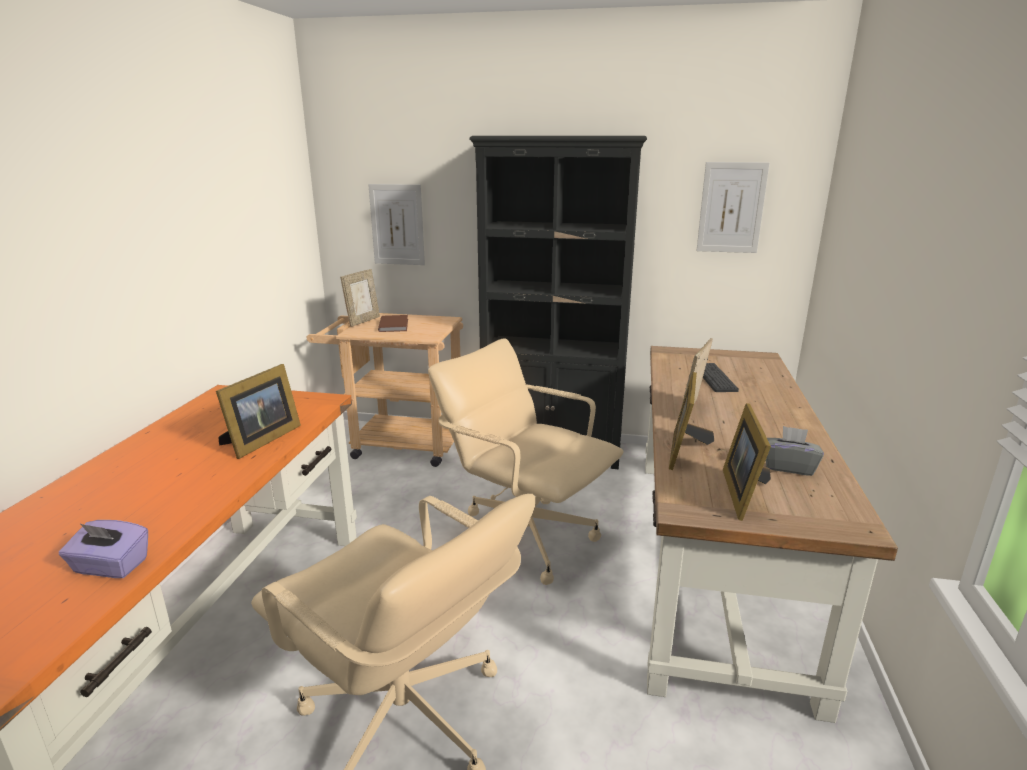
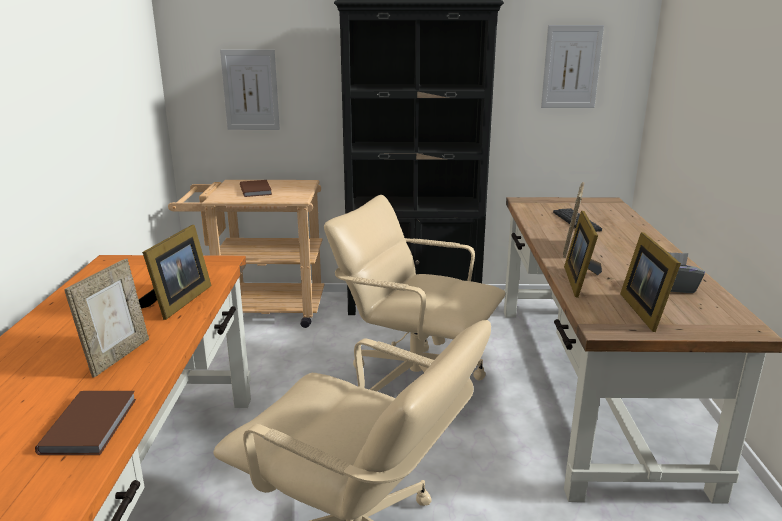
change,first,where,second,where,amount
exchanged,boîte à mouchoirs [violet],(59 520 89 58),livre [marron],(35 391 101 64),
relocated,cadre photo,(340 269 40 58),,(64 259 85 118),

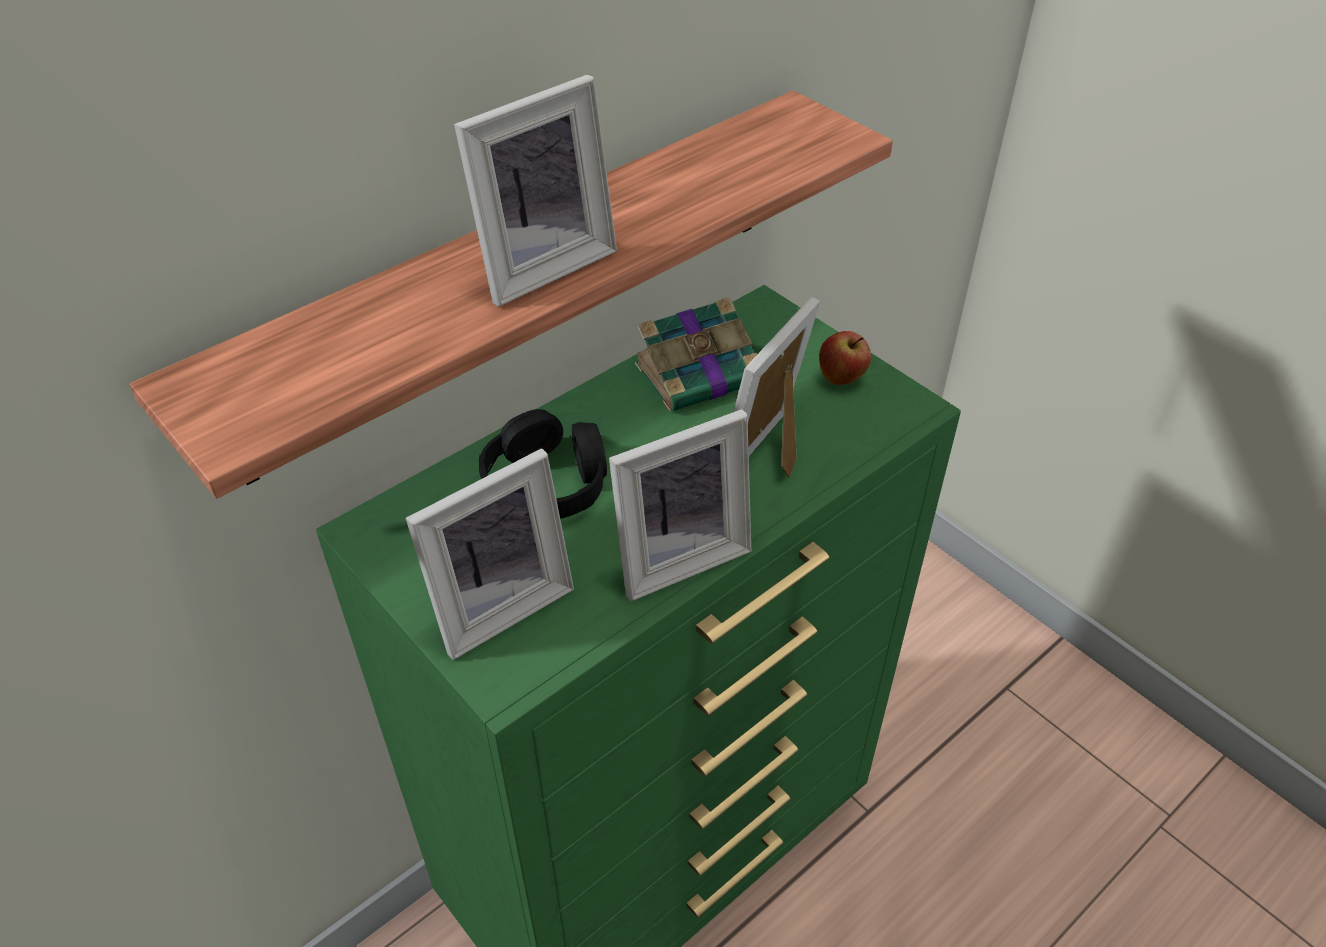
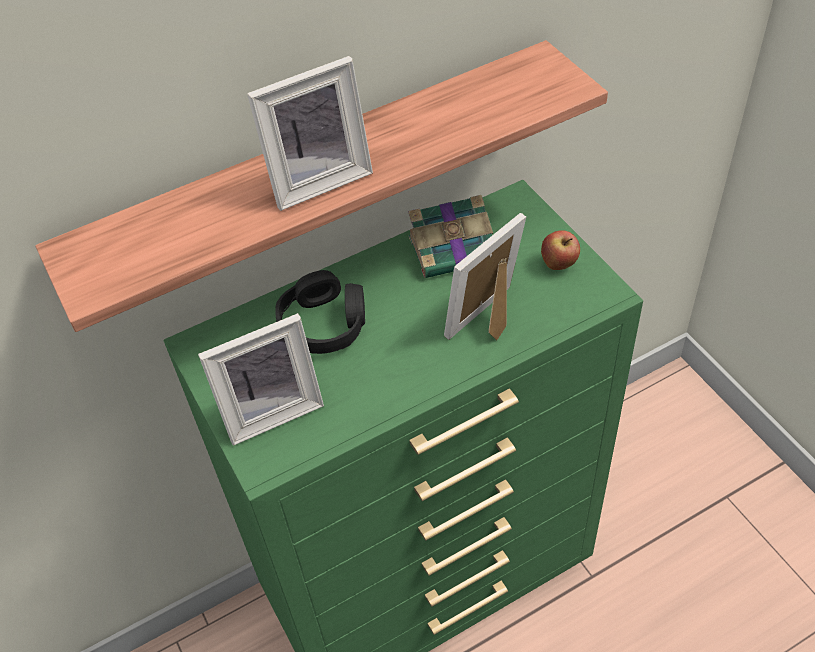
change,first,where,second,where,amount
missing,cadre photo,(609 409 142 192),,,

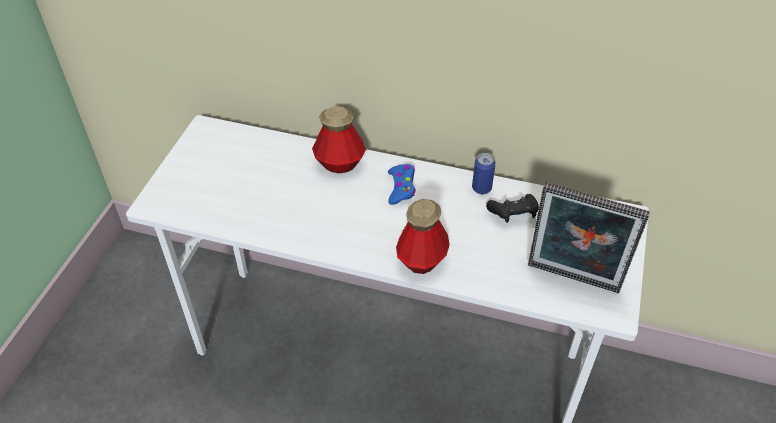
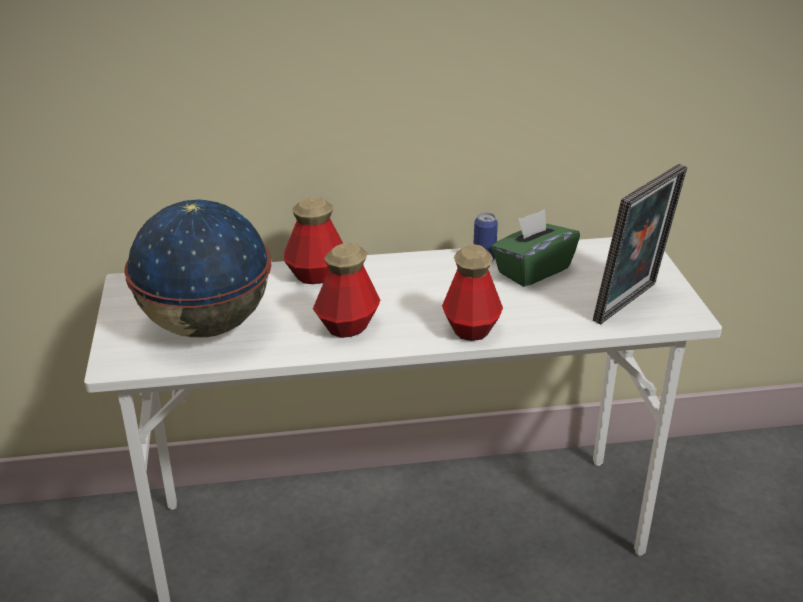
change,first,where,second,where,amount
missing,manette [bleu],(388 164 28 41),,,
exchanged,manette [noir],(486 194 53 29),boîte à mouchoirs [vert],(491 209 89 78),
spun,cadre photo,(528 182 122 111),,(593 164 94 161),45 degrees counterclockwise
appeared,,,globe,(125 200 146 138),
appeared,,,bouteille,(313 243 67 95),

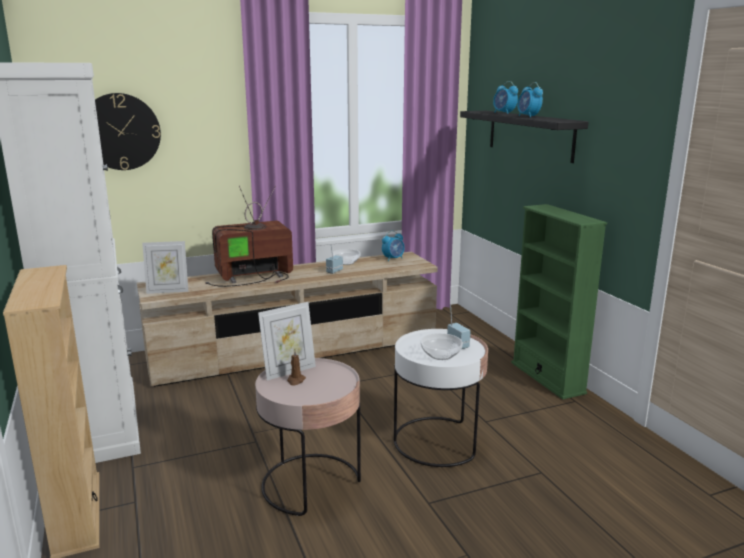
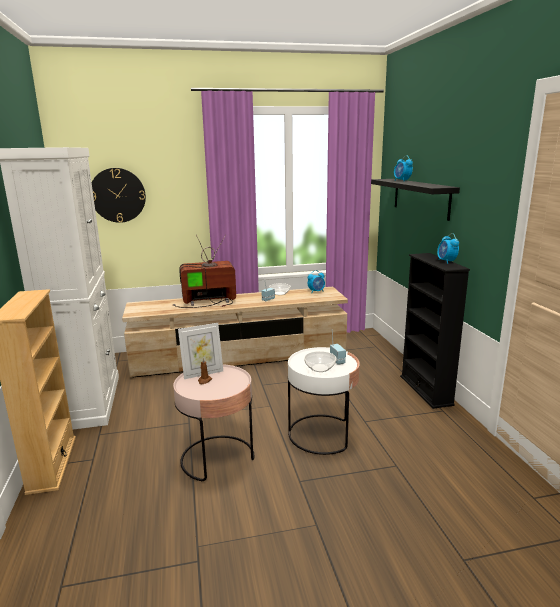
change,first,where,second,where,amount
missing,cadre photo,(142 241 46 53),,,
colour,bibliothèque [vert],(511 204 96 195),bibliothèque [noir],(400 253 70 156),
relocated,réveil,(517 82 26 36),,(437 233 22 31),

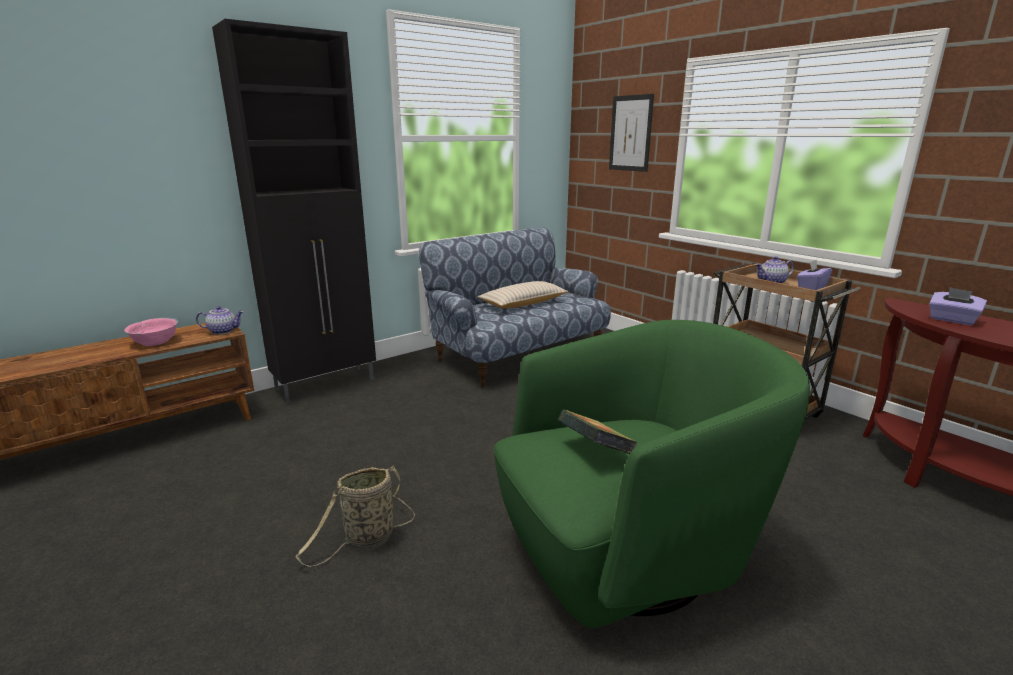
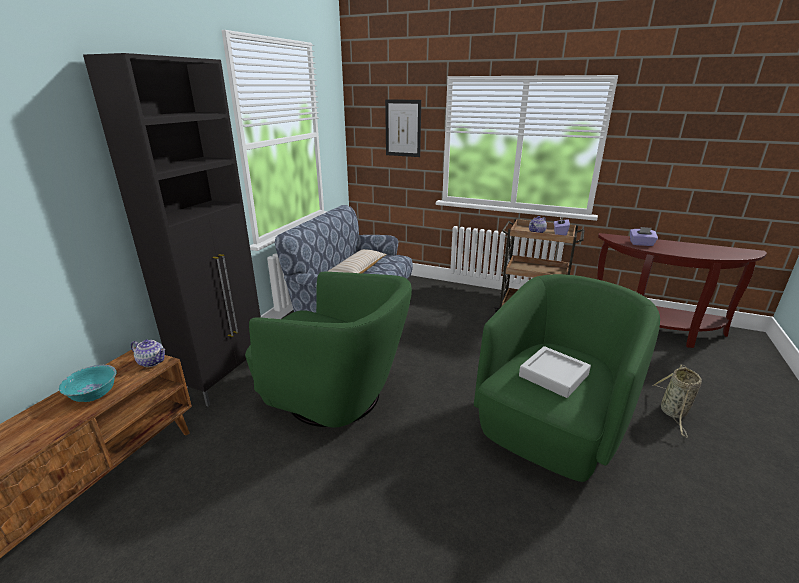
change,first,where,second,where,amount
colour,bol [rose],(124 318 54 28),bol [turquoise],(59 365 57 37),
spun,théière,(196 306 48 29),,(131 340 34 27),60 degrees clockwise
relocated,panier,(295 466 120 101),,(653 365 49 72),
exchanged,livre,(558 410 80 44),plateau [gris],(519 346 72 52),
appeared,,,fauteuil [vert],(245 272 167 155),

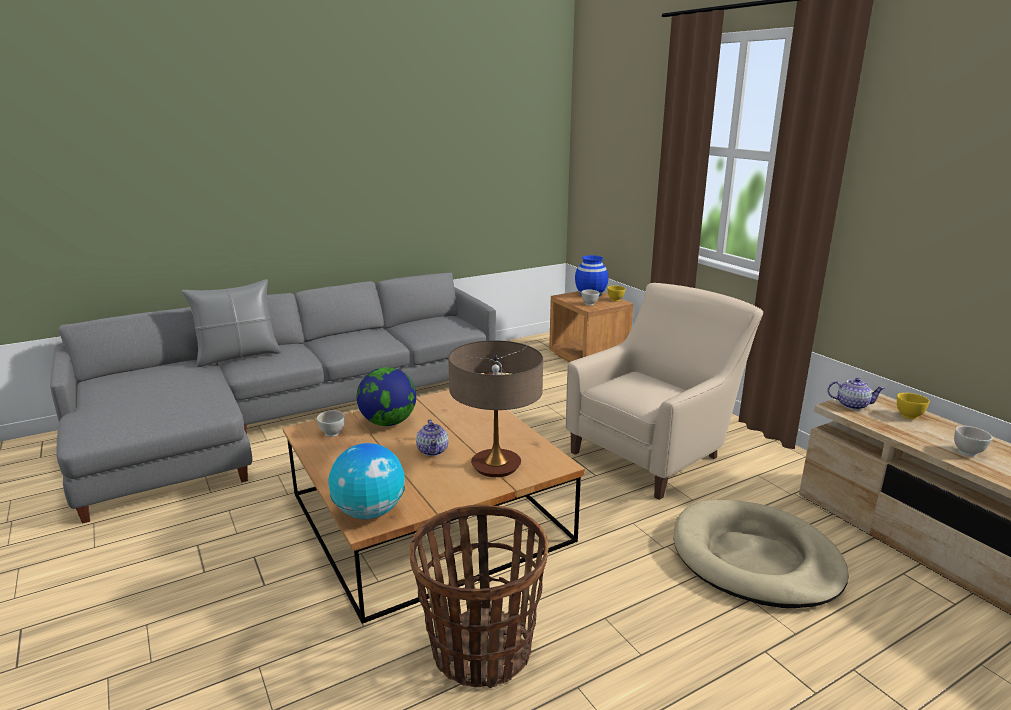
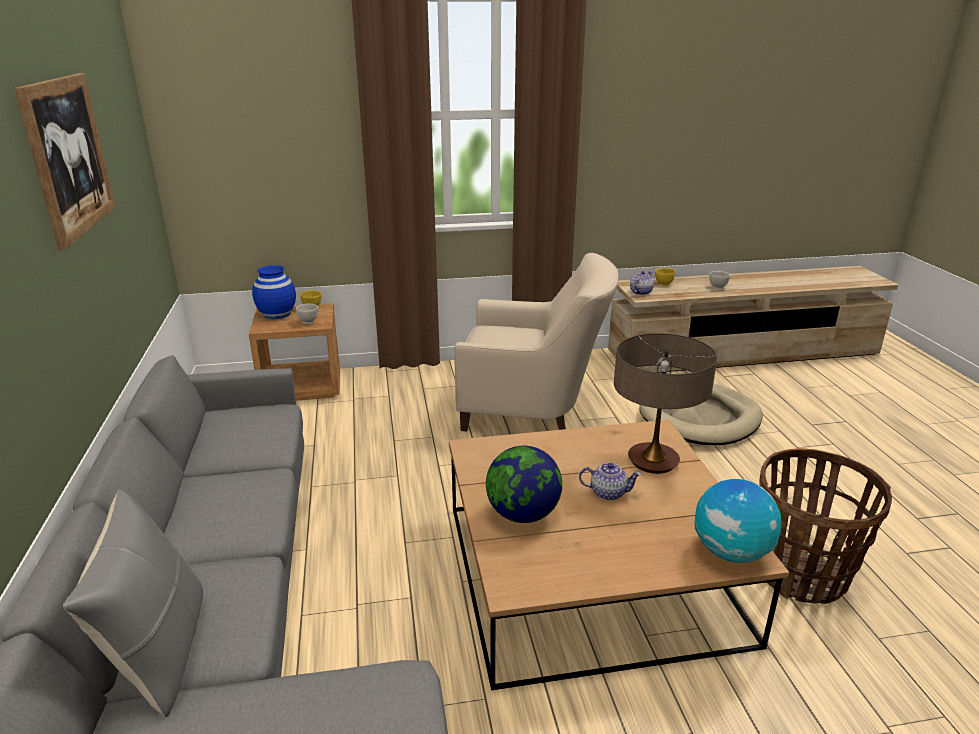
change,first,where,second,where,amount
missing,bol [blanc],(317 410 28 27),,,
spun,fauteuil [beige],(566 283 197 217),,(454 253 164 178),120 degrees clockwise
appeared,,,tableau,(14 73 102 177),

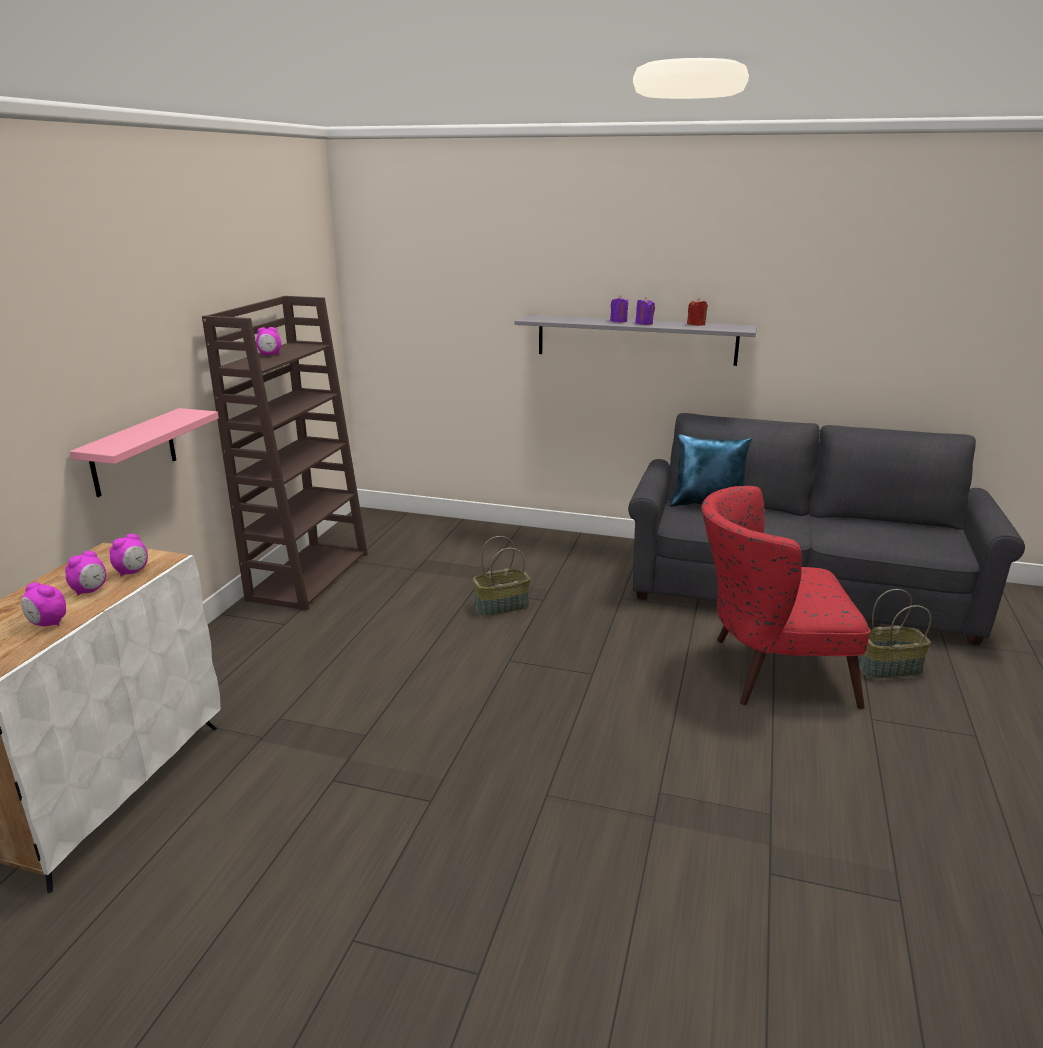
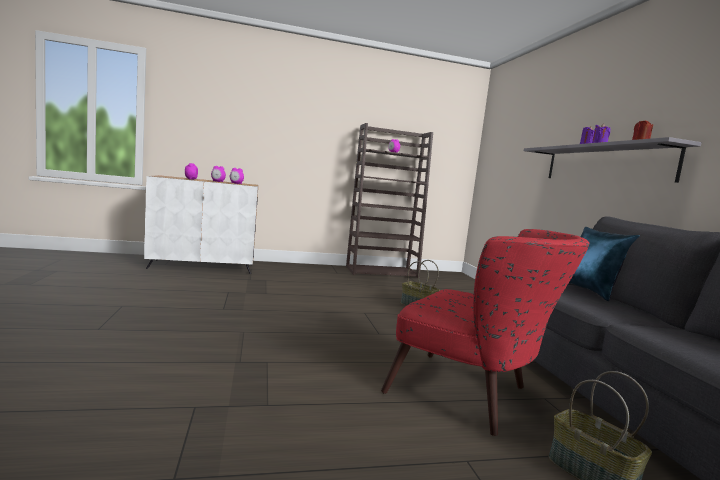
change,first,where,second,where,amount
missing,étagère [rose],(70 408 149 89),,,
spun,fauteuil [rouge],(702 486 169 223),,(381 229 209 207),150 degrees clockwise

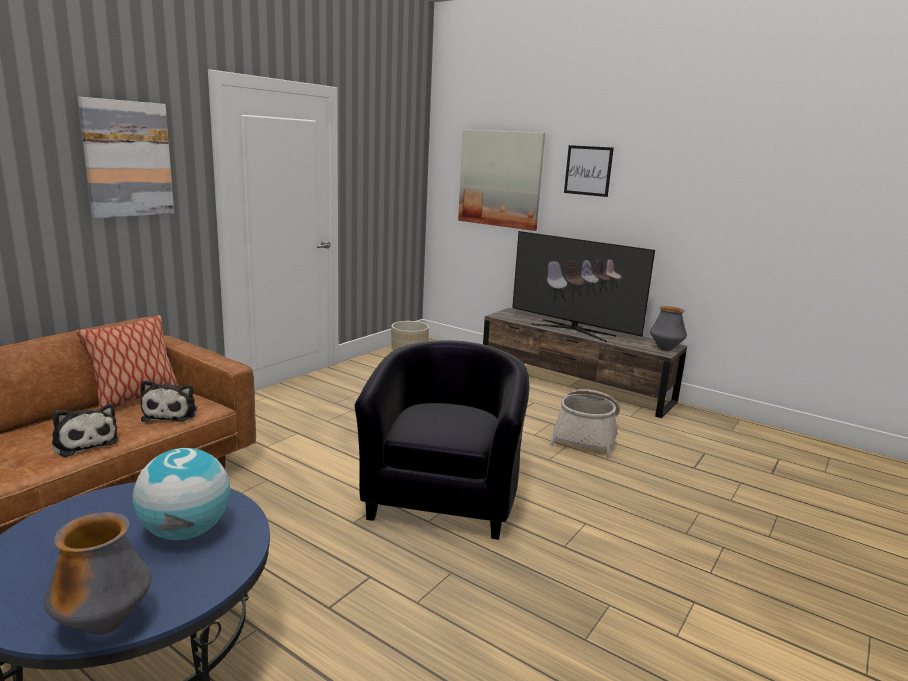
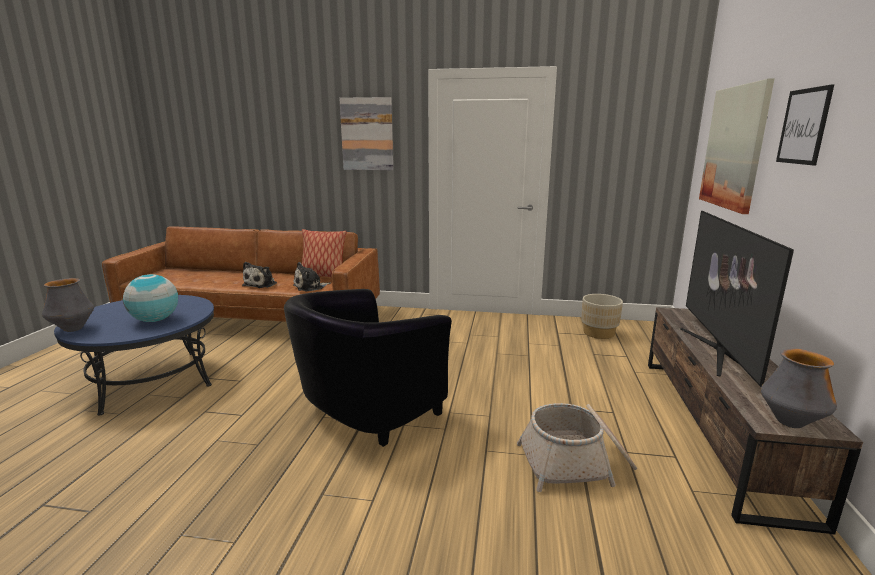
change,first,where,second,where,amount
spun,fauteuil [noir],(355 340 175 200),,(284 289 168 158),150 degrees clockwise

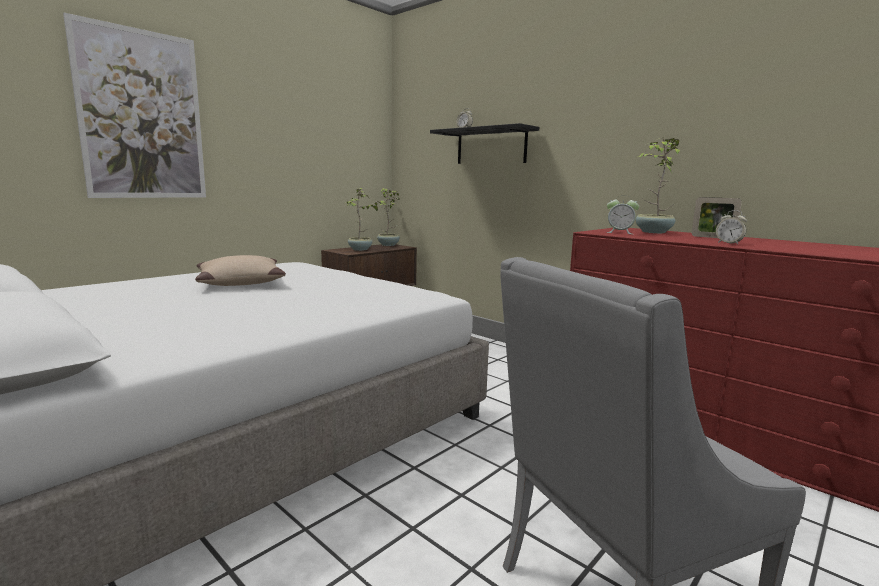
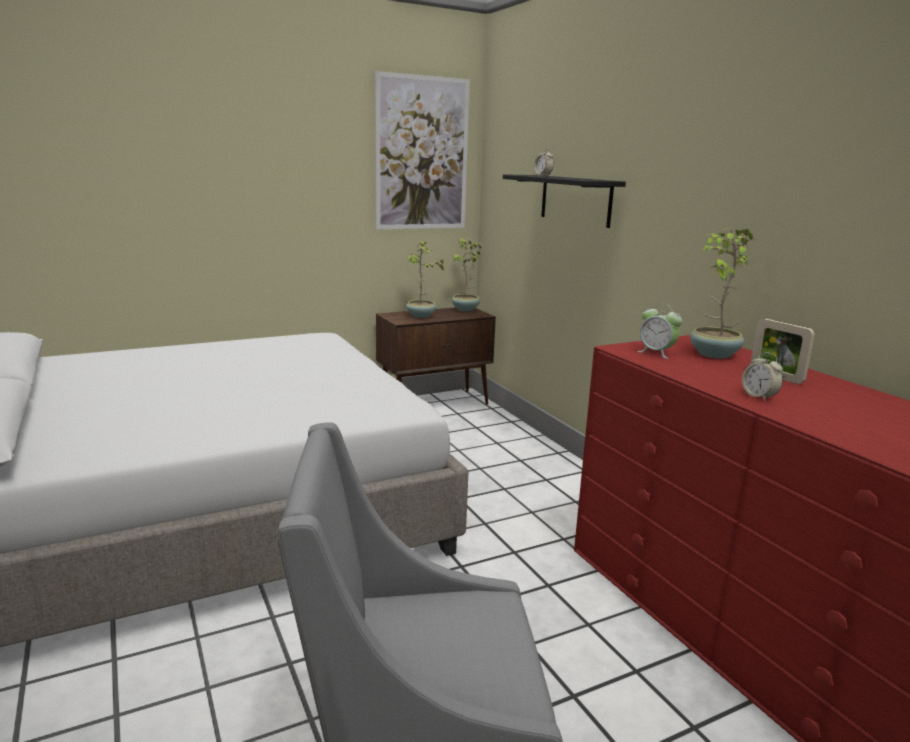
change,first,where,second,where,amount
relocated,tableau,(63 13 143 185),,(375 71 95 158),
missing,coussin [beige],(195 255 91 31),,,

